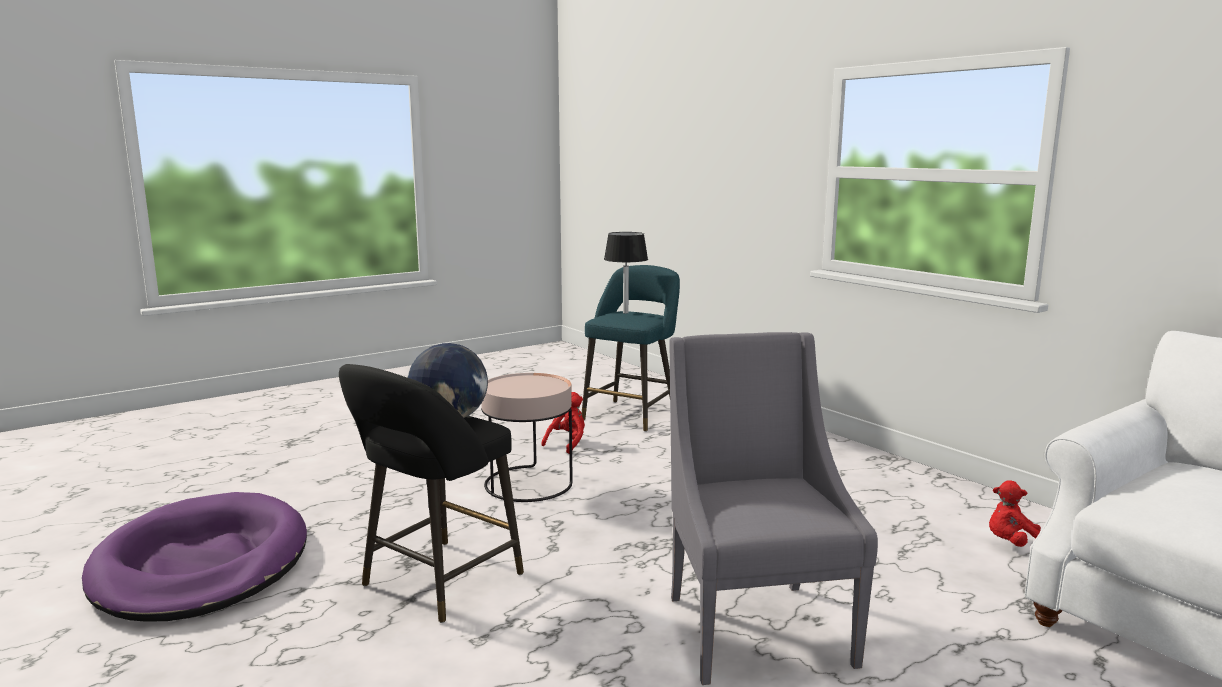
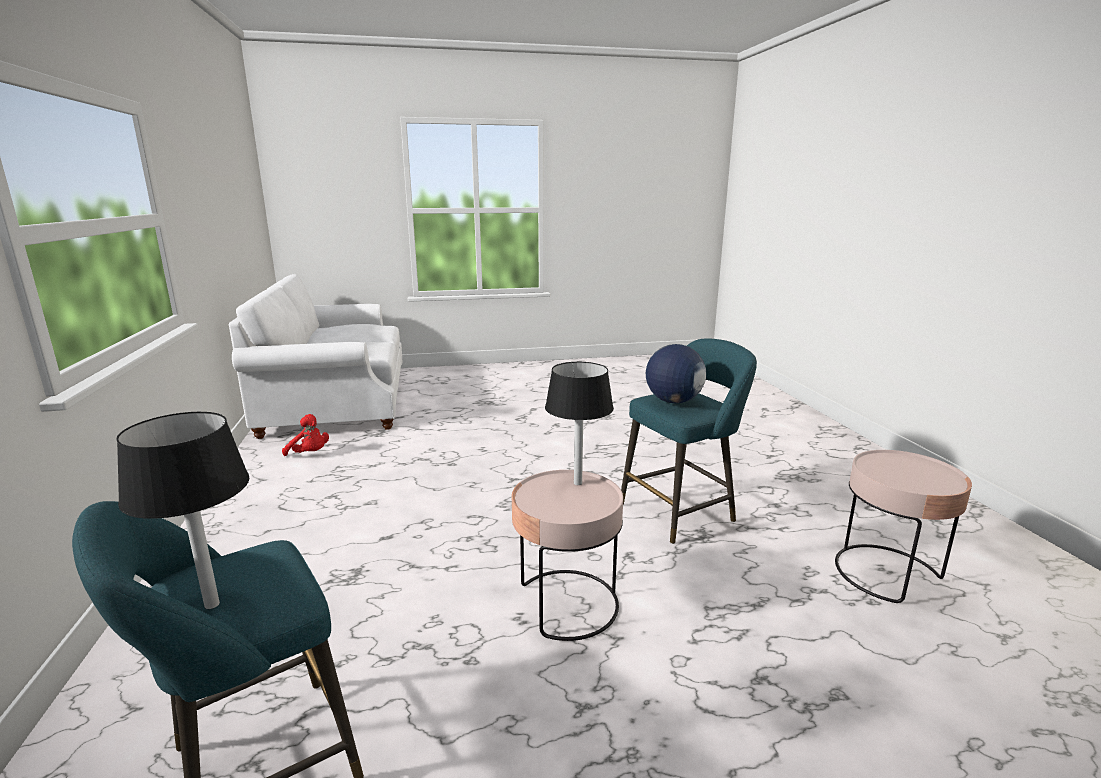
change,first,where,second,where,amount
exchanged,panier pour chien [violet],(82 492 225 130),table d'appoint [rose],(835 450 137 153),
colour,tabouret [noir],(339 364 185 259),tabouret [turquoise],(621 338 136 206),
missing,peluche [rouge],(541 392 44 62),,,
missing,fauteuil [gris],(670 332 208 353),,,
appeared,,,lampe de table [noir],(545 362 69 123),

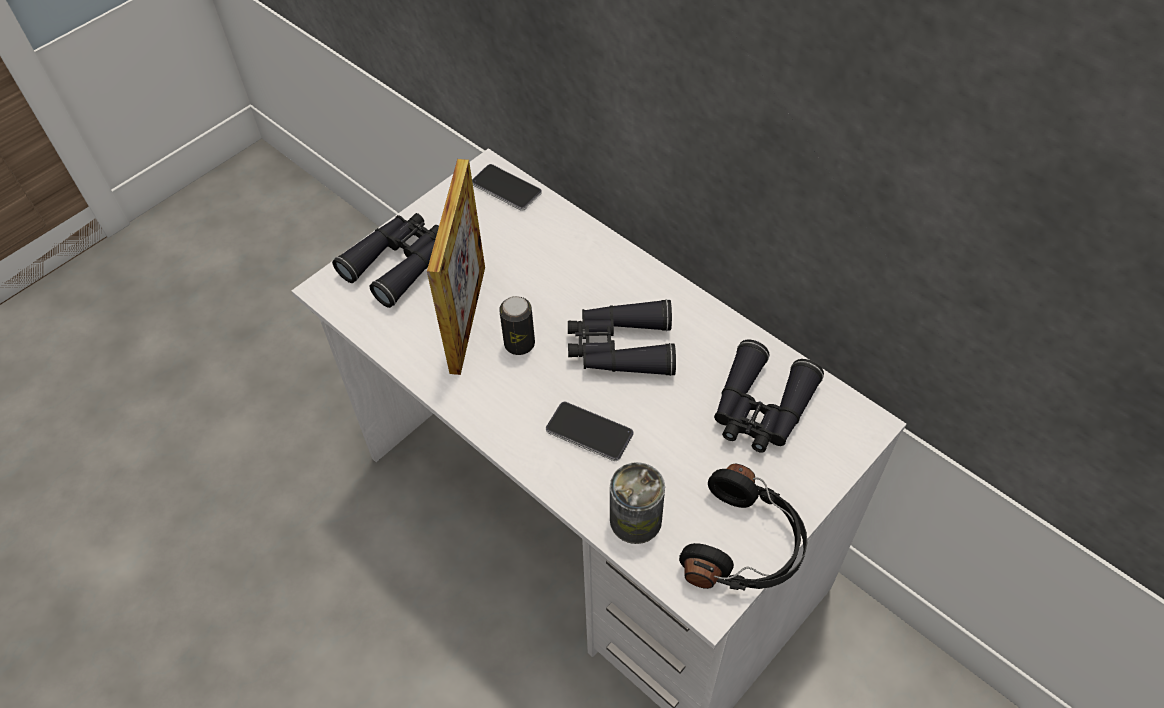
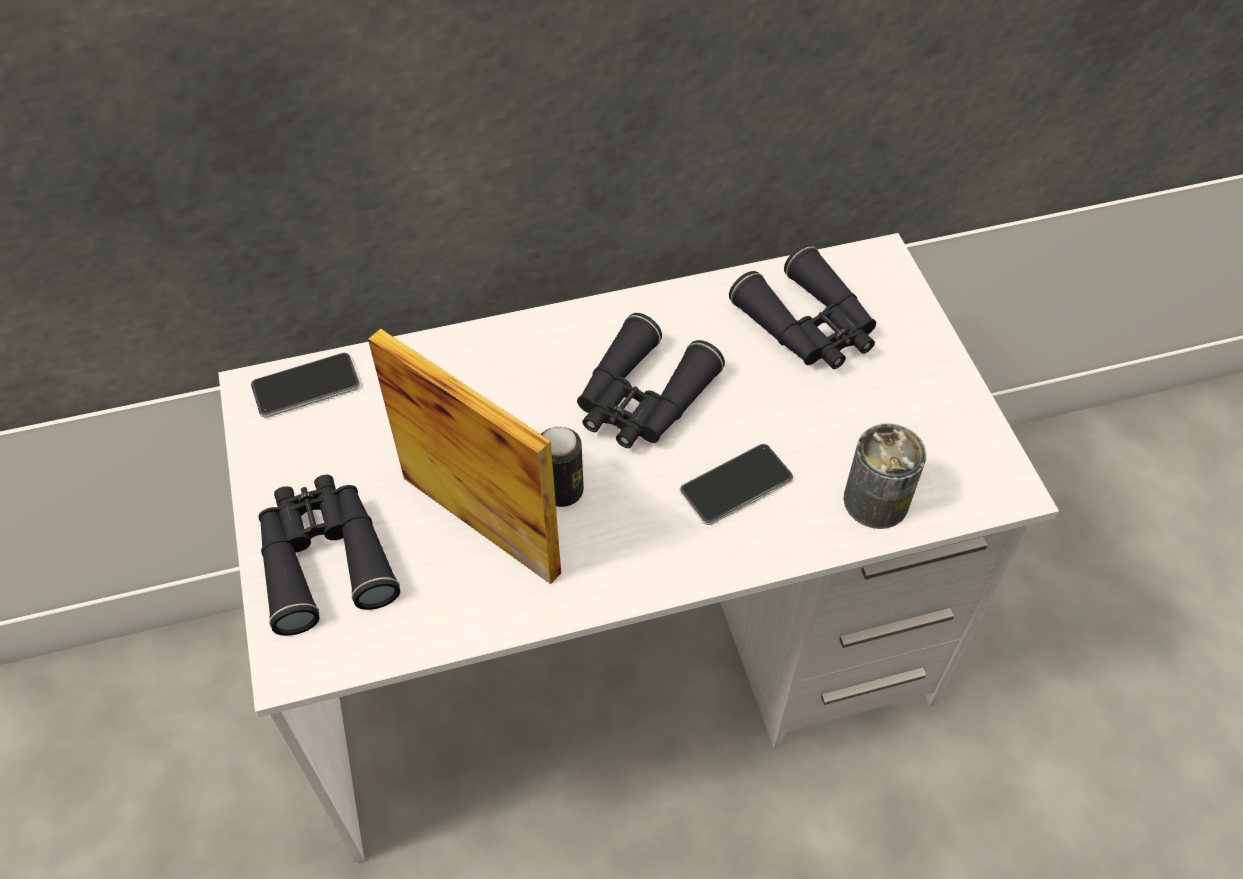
change,first,where,second,where,amount
missing,casque audio [noir],(679 464 128 127),,,

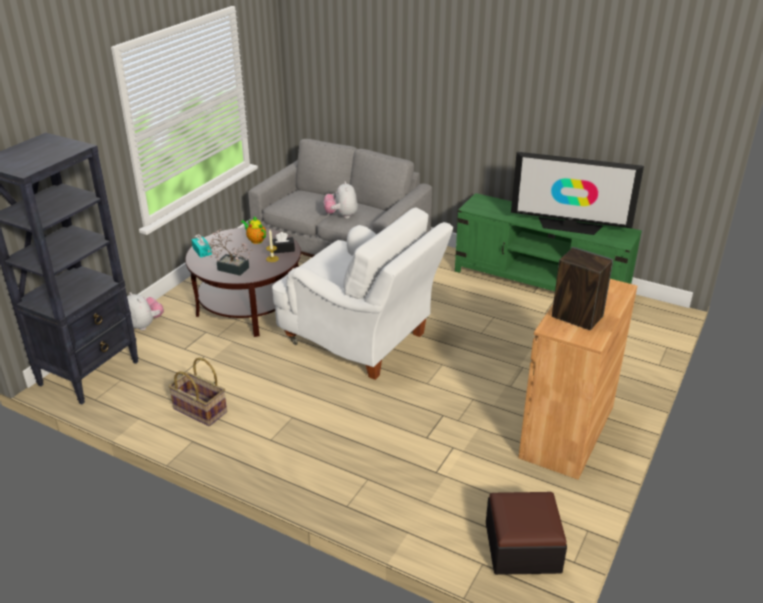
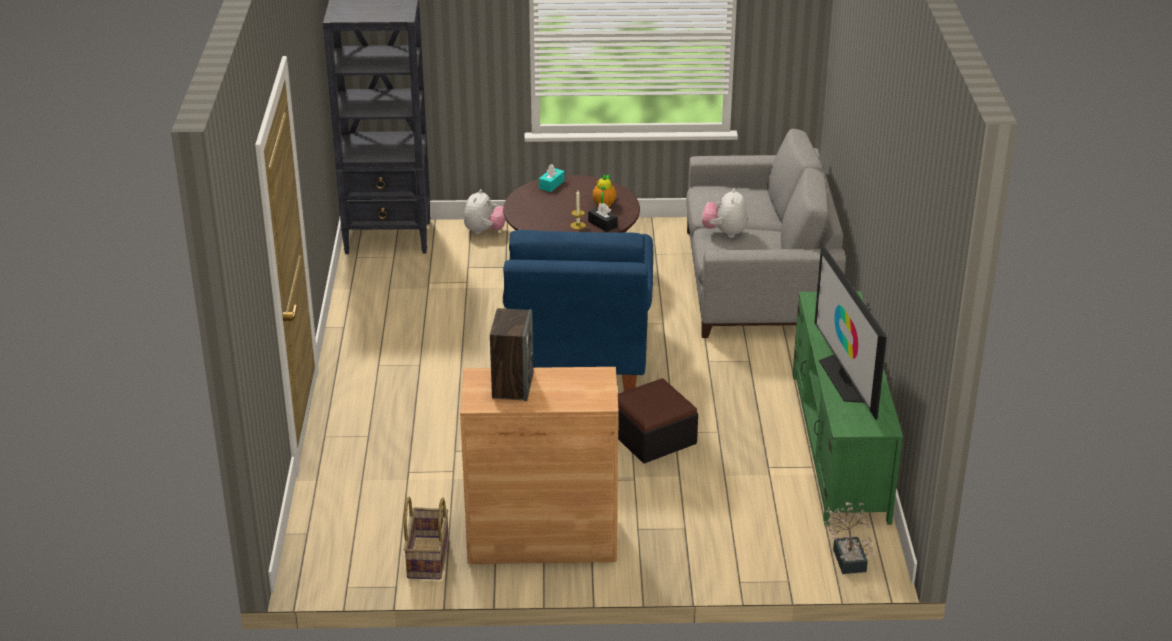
change,first,where,second,where,amount
relocated,panier,(168 357 59 69),,(404 497 45 83),
relocated,plante en pot,(205 229 48 47),,(825 502 50 72),
colour,fauteuil [blanc],(272 208 182 172),fauteuil [bleu],(503 230 150 162),
spun,peluche,(324 181 34 38),,(702 189 45 49),45 degrees counterclockwise
relocated,pouf,(486 492 81 83),,(618 378 80 85),

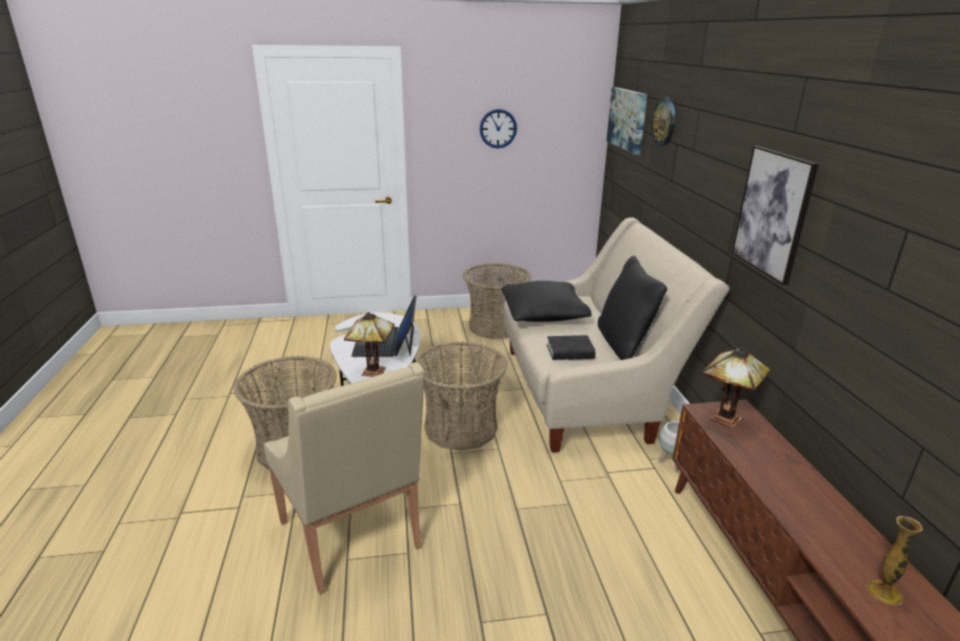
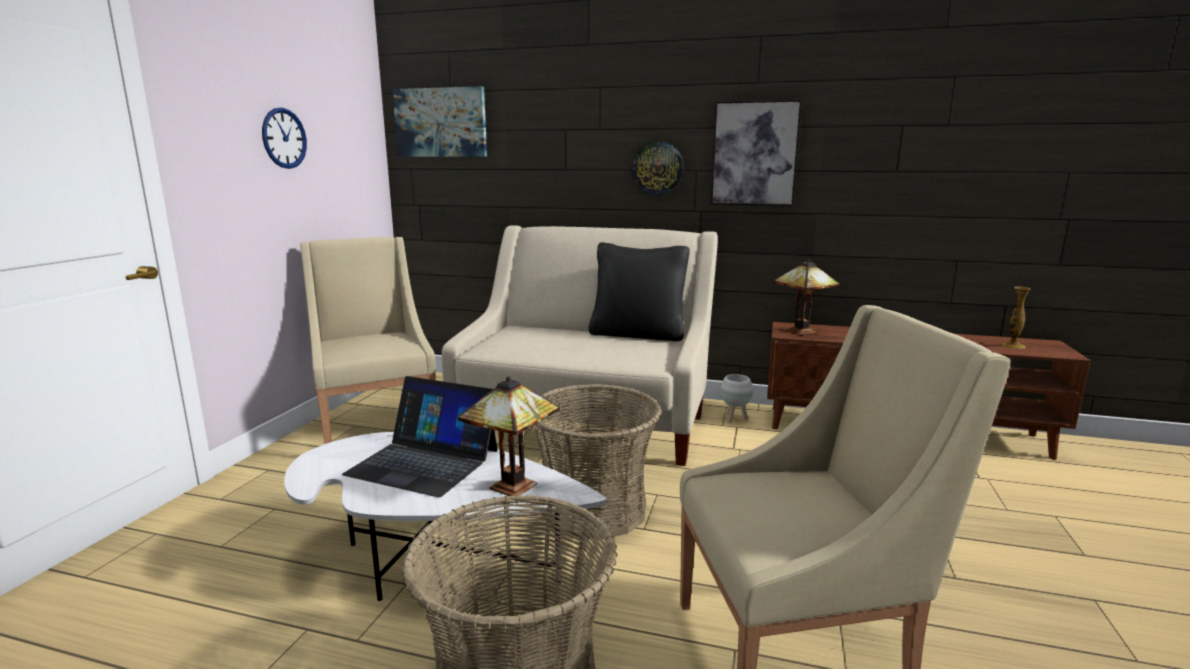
change,first,where,second,where,amount
exchanged,panier,(463 263 68 76),fauteuil [beige],(300 237 136 207),
missing,coussin [noir],(501 281 91 41),,,
missing,livre [noir],(547 335 49 25),,,
relocated,horloge murale,(651 97 24 49),,(631 141 53 54),

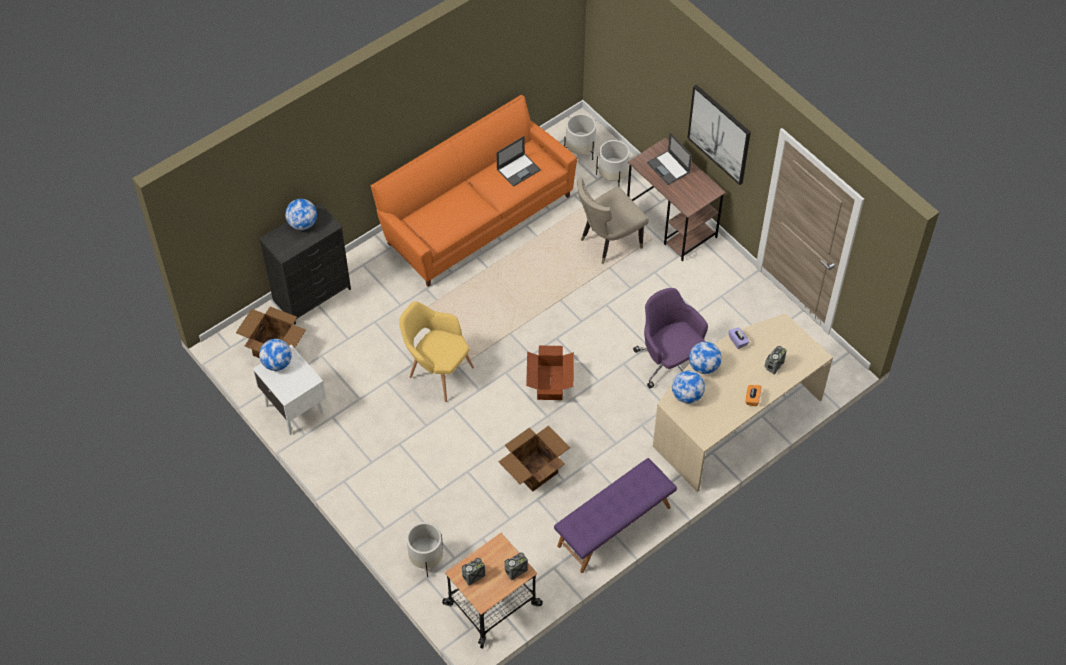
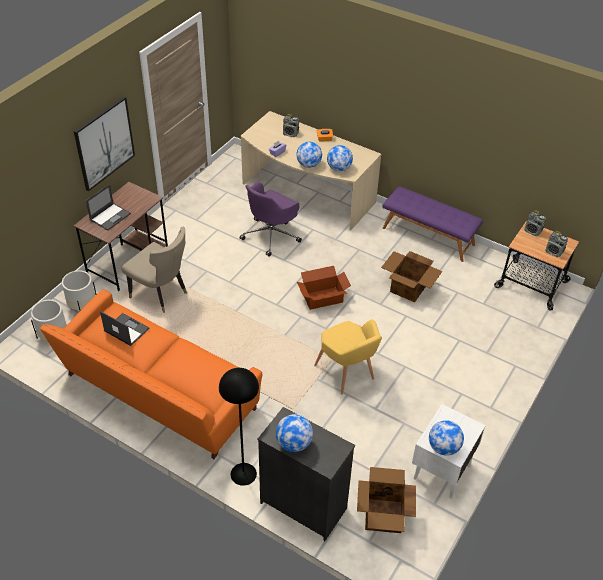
change,first,where,second,where,amount
spun,fauteuil [jaune],(399 301 75 101),,(314 320 68 74),45 degrees counterclockwise
missing,cache-pot [blanc],(407 522 36 55),,,
appeared,,,lampadaire [noir],(219 368 40 118),

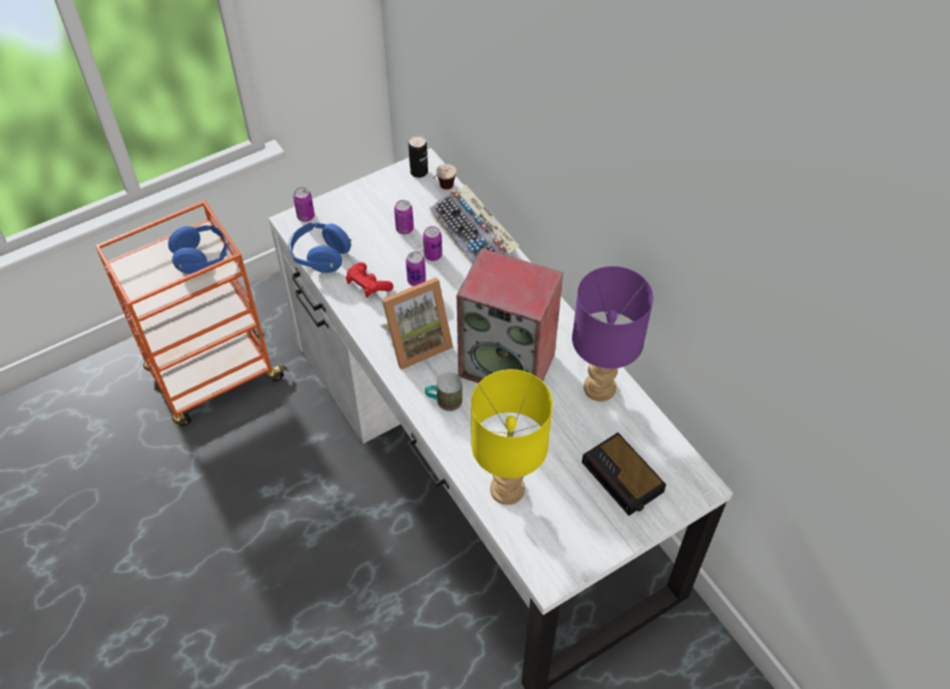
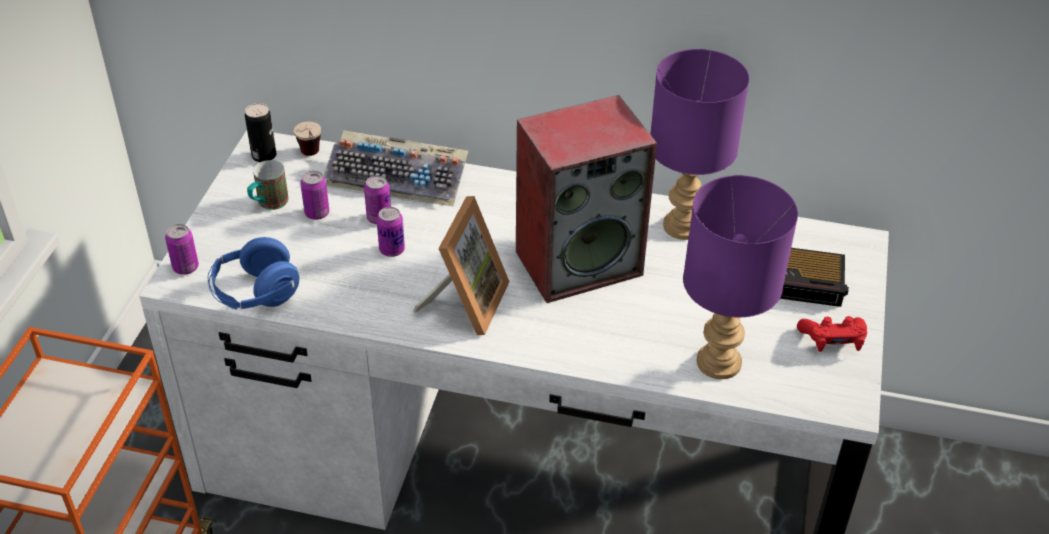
change,first,where,second,where,amount
missing,casque audio [bleu],(168 225 61 49),,,
relocated,manette [rouge],(346 262 47 36),,(797 316 70 36),
relocated,mug,(425 372 37 39),,(247 160 42 50),
colour,lampe de table [jaune],(471 369 82 136),lampe de table [violet],(683 175 115 204),

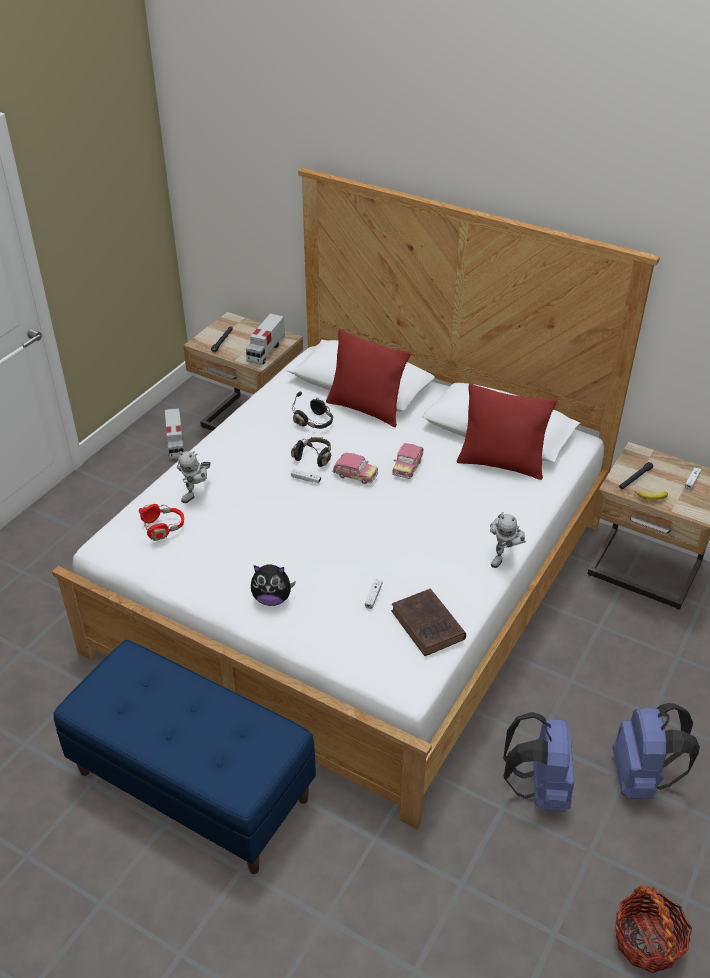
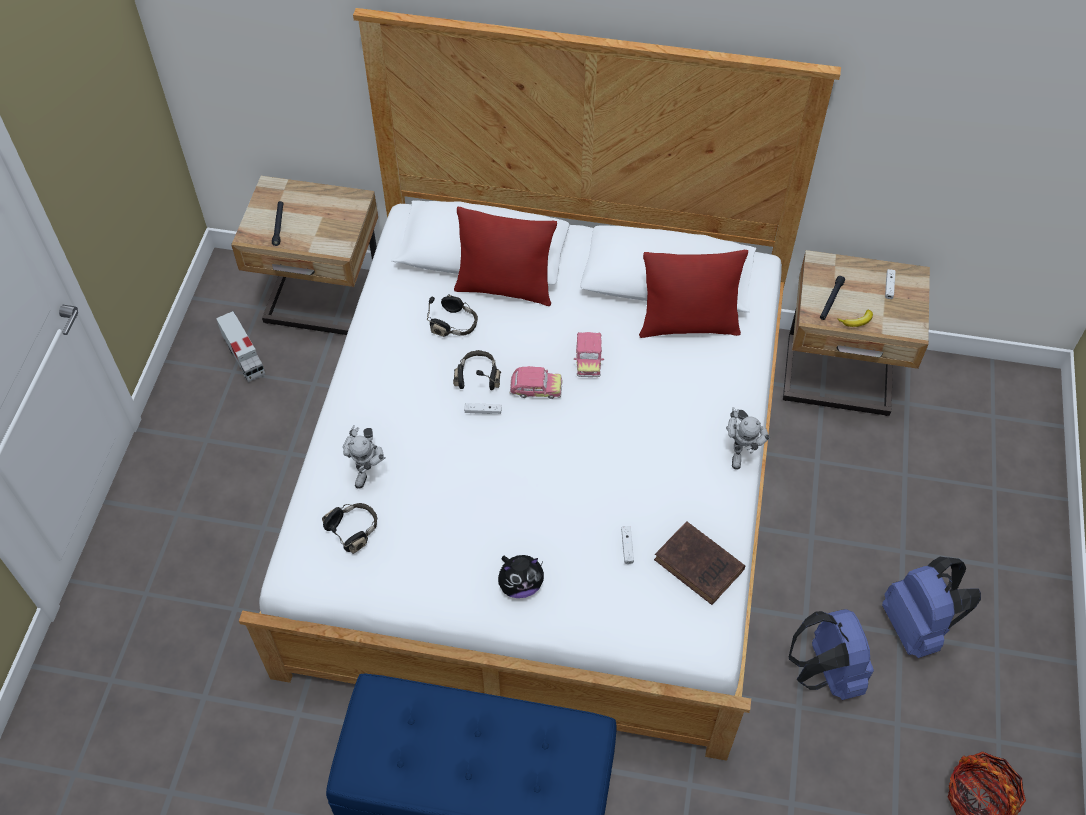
change,first,where,second,where,amount
colour,casque audio [rouge],(139 504 45 37),casque audio [noir],(322 503 55 51),
missing,camion jouet,(246 314 39 51),,,

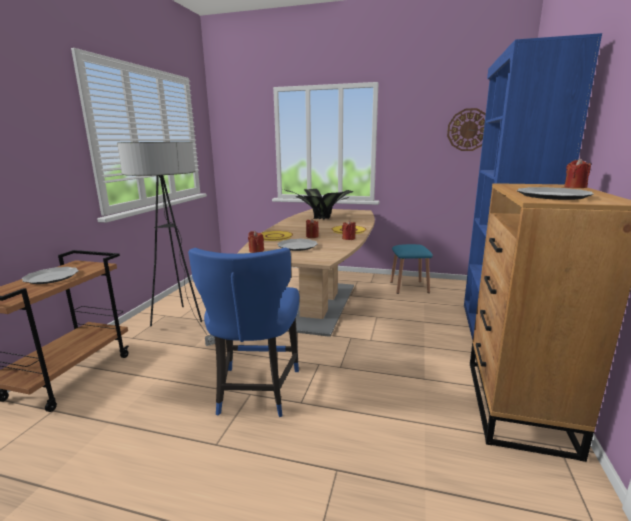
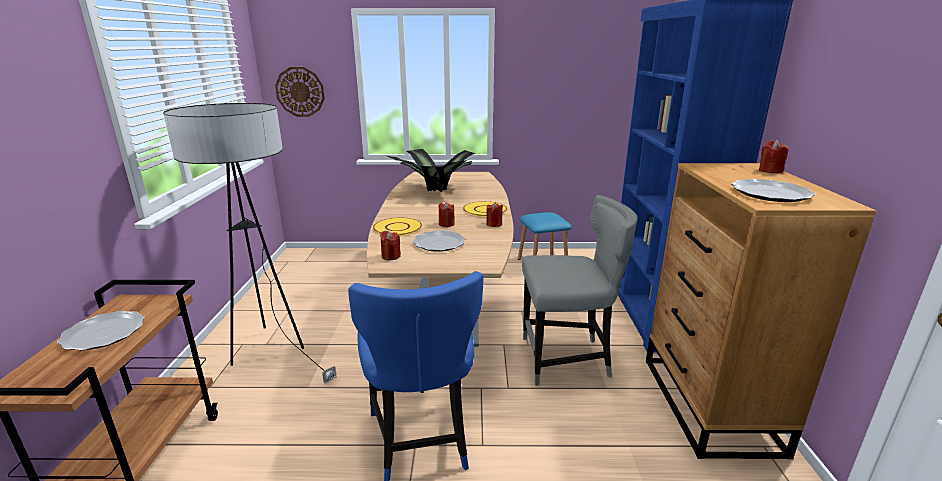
change,first,where,second,where,amount
relocated,horloge murale,(447 108 39 43),,(275 67 50 50),
appeared,,,chaise [gris],(522 195 116 191),

